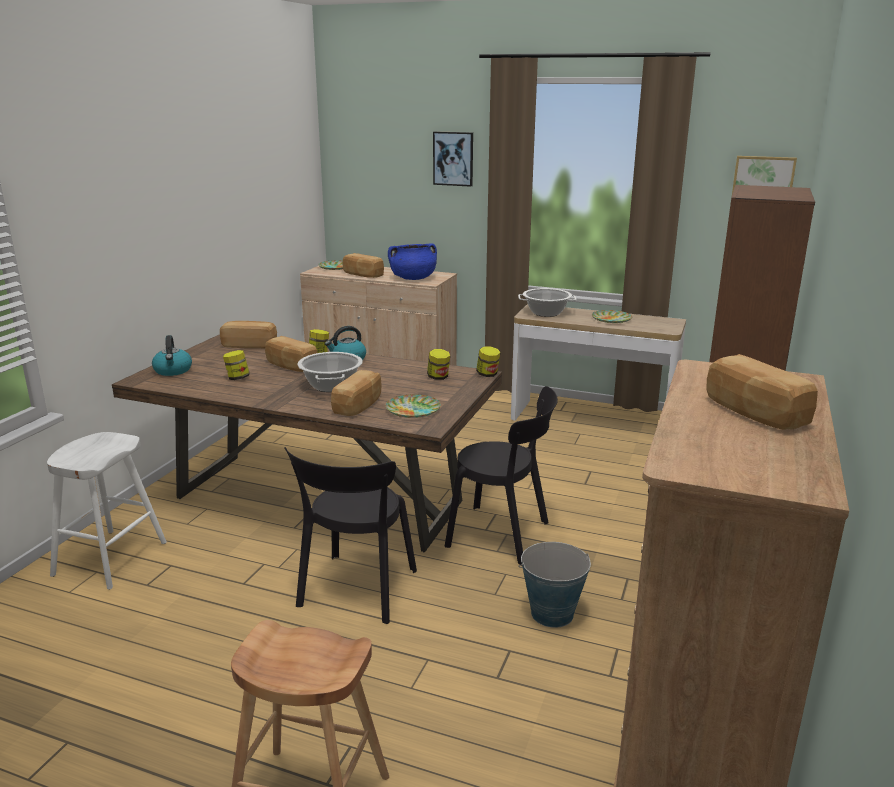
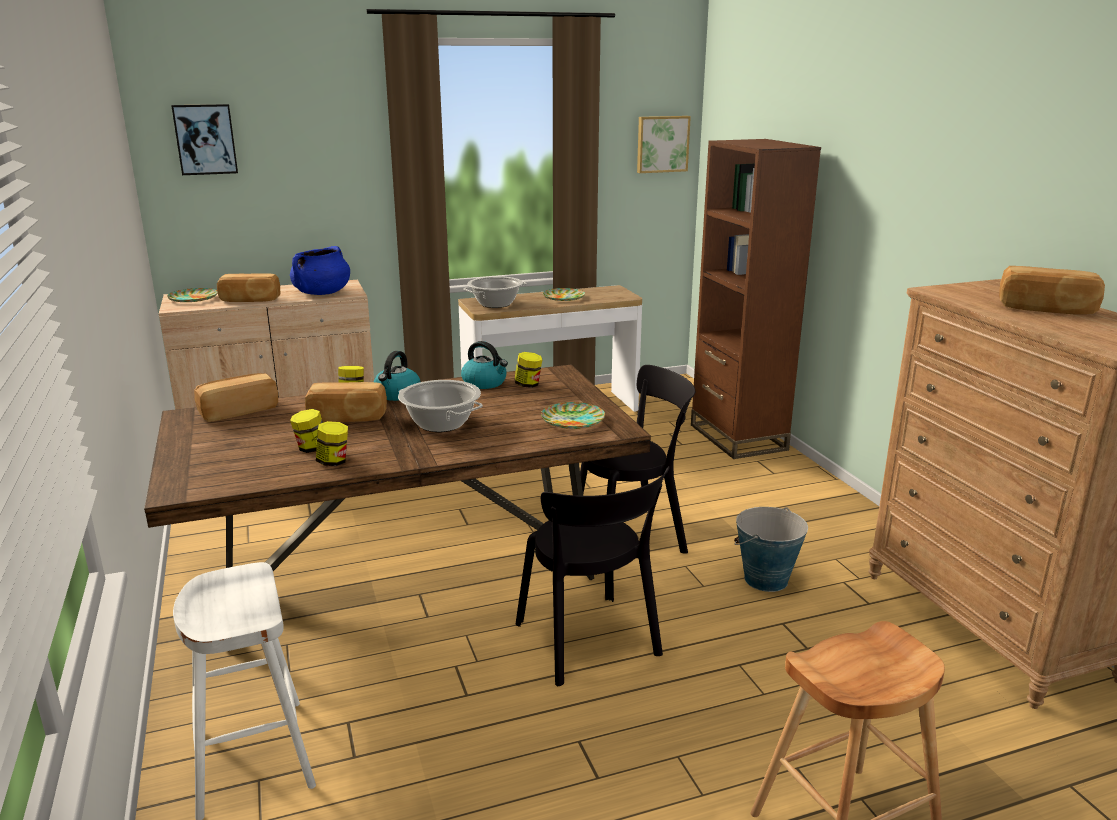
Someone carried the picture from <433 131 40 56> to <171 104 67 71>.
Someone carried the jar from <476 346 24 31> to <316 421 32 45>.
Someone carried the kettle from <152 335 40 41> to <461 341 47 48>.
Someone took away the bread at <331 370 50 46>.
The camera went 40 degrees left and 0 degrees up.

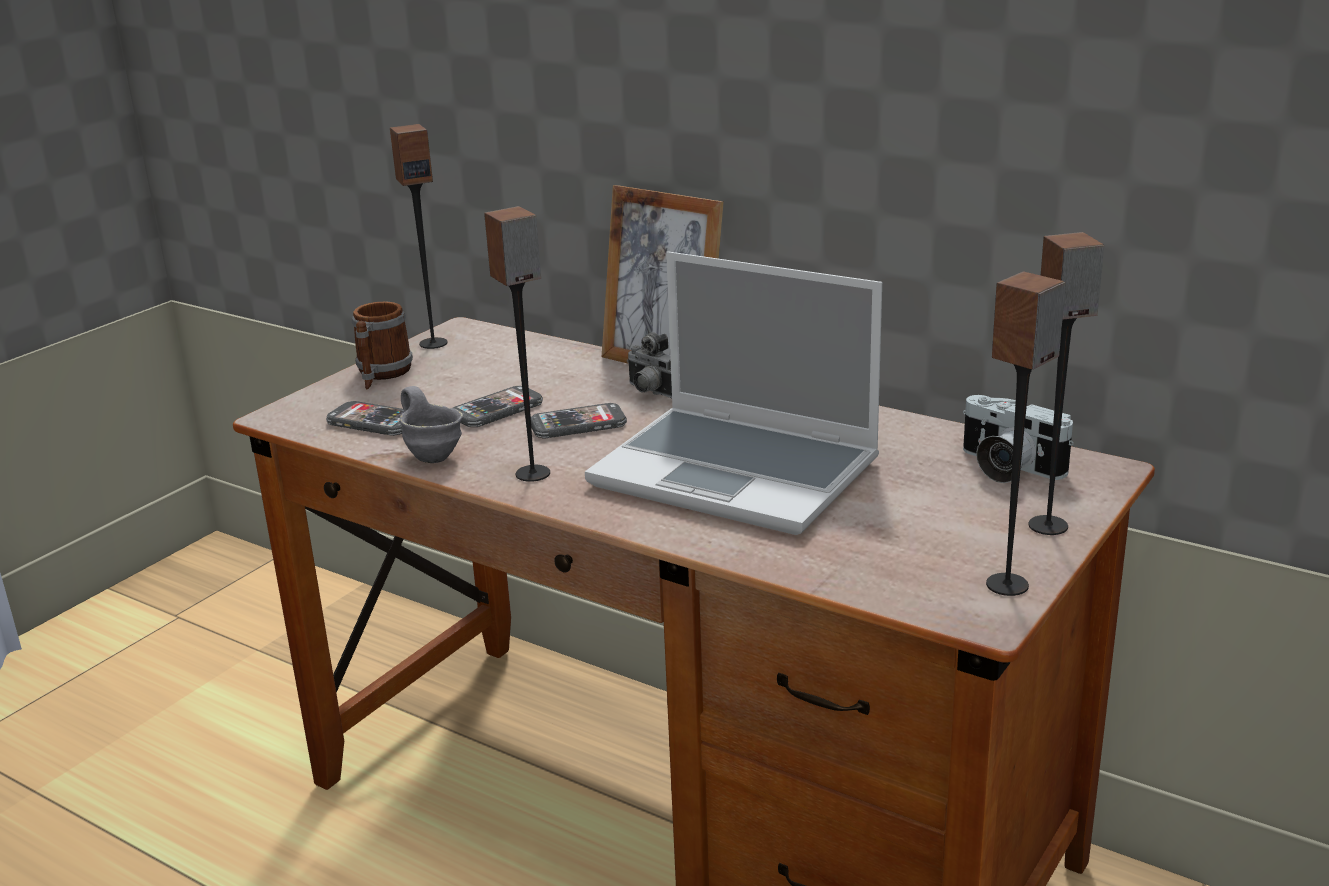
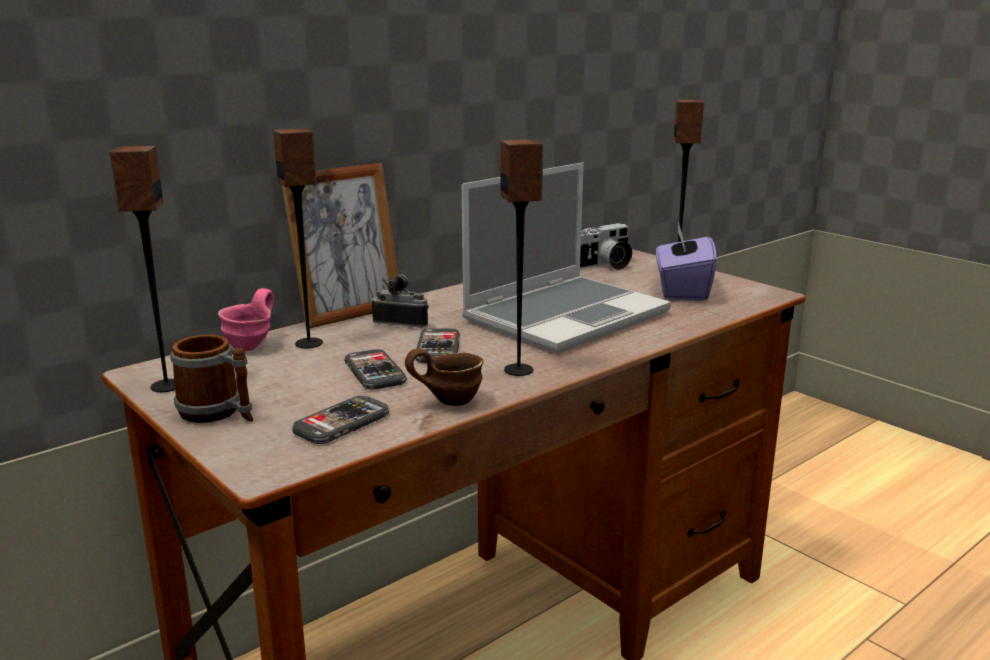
Someone put down the mug in pink at <218 288 56 63>.
Someone carried the speaker from <986 272 80 324> to <273 128 50 220>.
Someone rotated the photo camera at <627 332 45 67> by 135 degrees counterclockwise.
Someone repainted the mug in grey at <400 386 63 77>, which became the mug in brown at <405 348 78 58>.
Someone put down the tissue box in purple at <656 221 61 80>.
The camera went 75 degrees left and 5 degrees down.

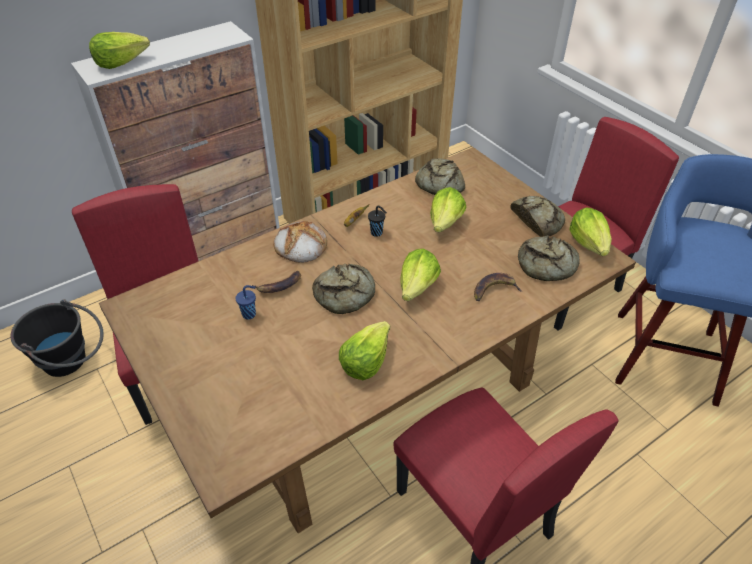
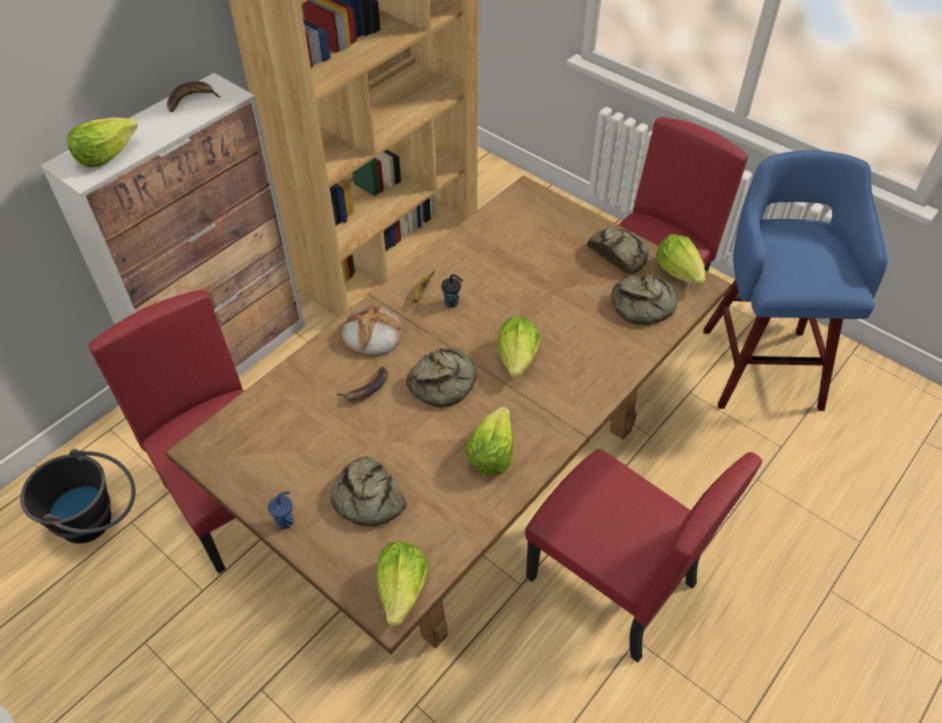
Someone carried the banana from <474 273 48 28> to <167 81 53 31>.
Someone carried the cup in blue from <235 285 21 35> to <268 491 25 38>.
Someone carried the bread from <415 158 50 37> to <331 456 76 71>.
Someone carried the lettuce from <430 187 36 45> to <377 540 52 86>.
The camera went 15 degrees left and 5 degrees up.

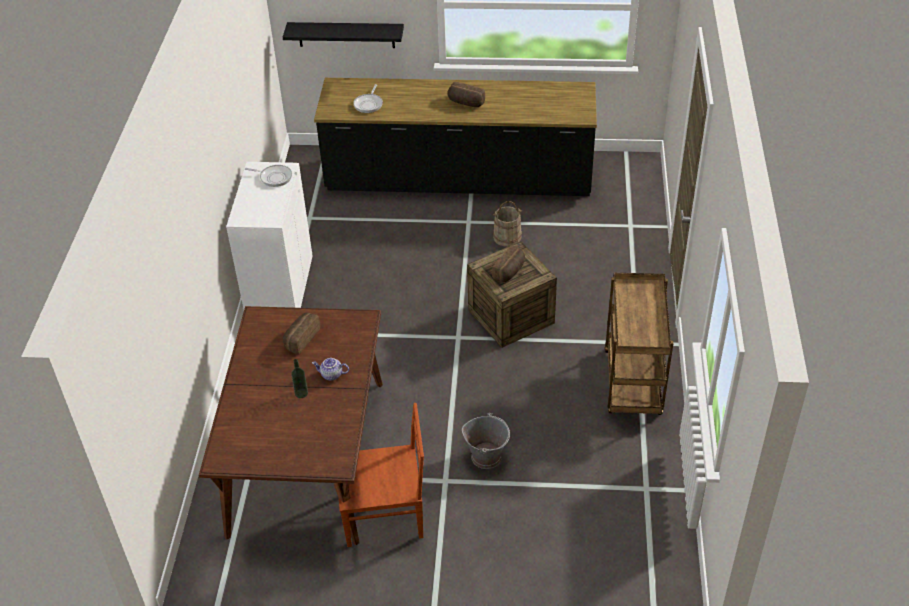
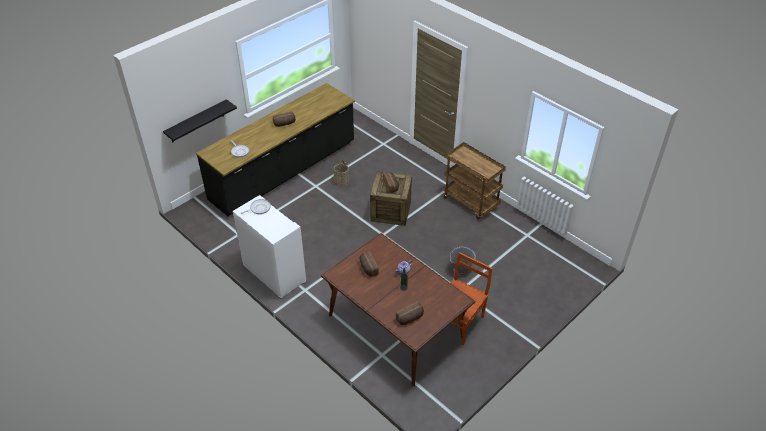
Someone put down the bread at <396 302 28 23>.
The camera went 50 degrees left and 0 degrees up.

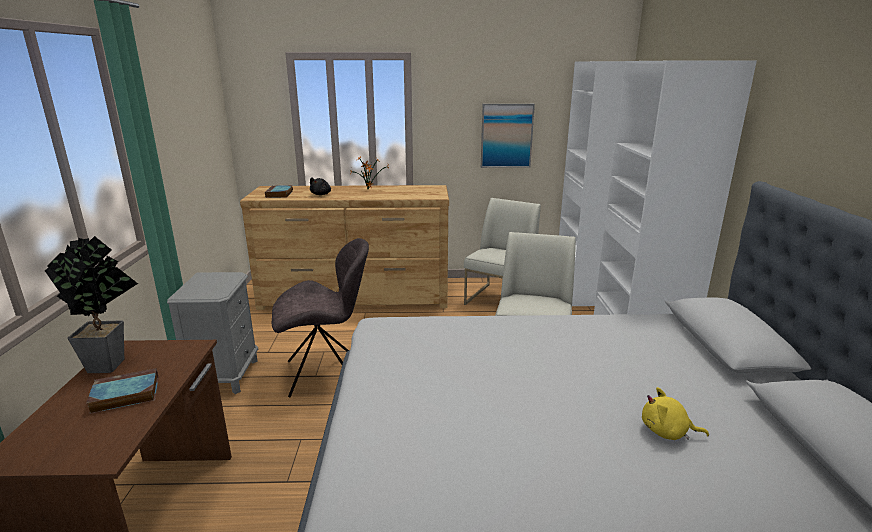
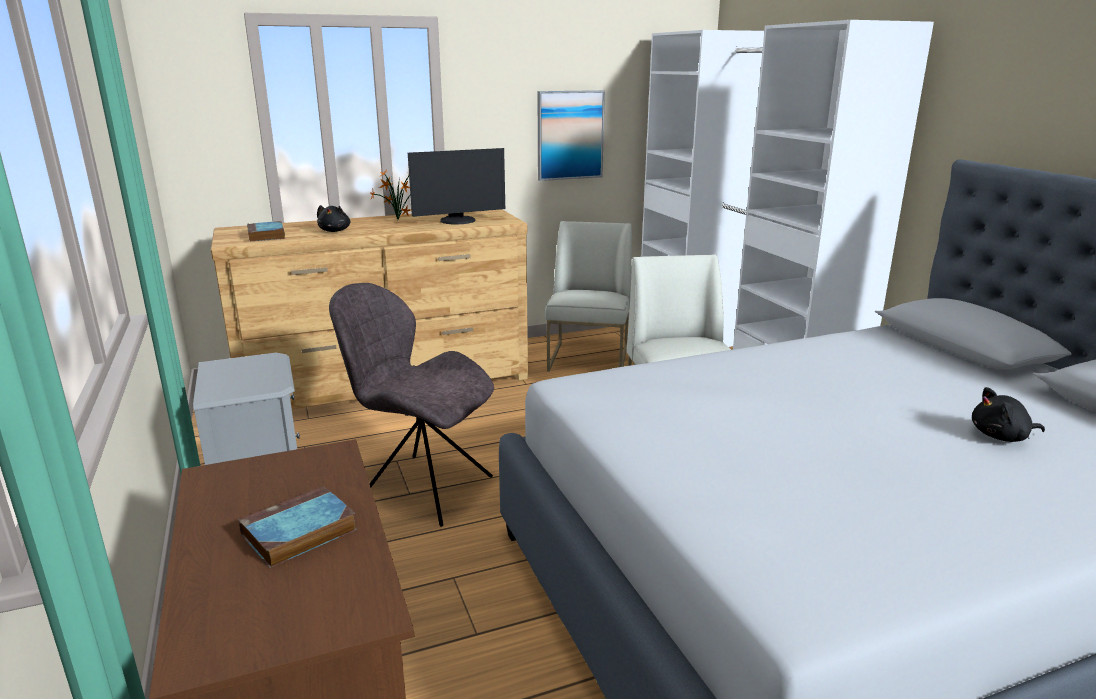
Someone rotated the chair in grey at <272 238 97 159> by 120 degrees counterclockwise.
Someone put down the monitor at <408 148 97 76>.
Someone repainted the plush toy in yellow at <642 387 67 53>, which became the plush toy in black at <972 387 73 55>.
Someone took away the potted plant at <45 236 93 137>.
The camera went 20 degrees left and 0 degrees up.

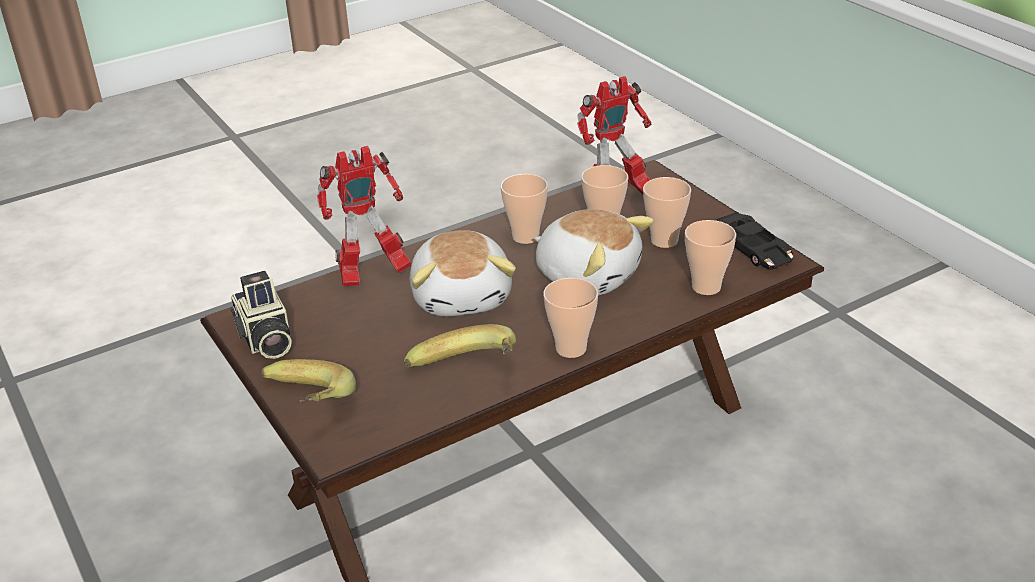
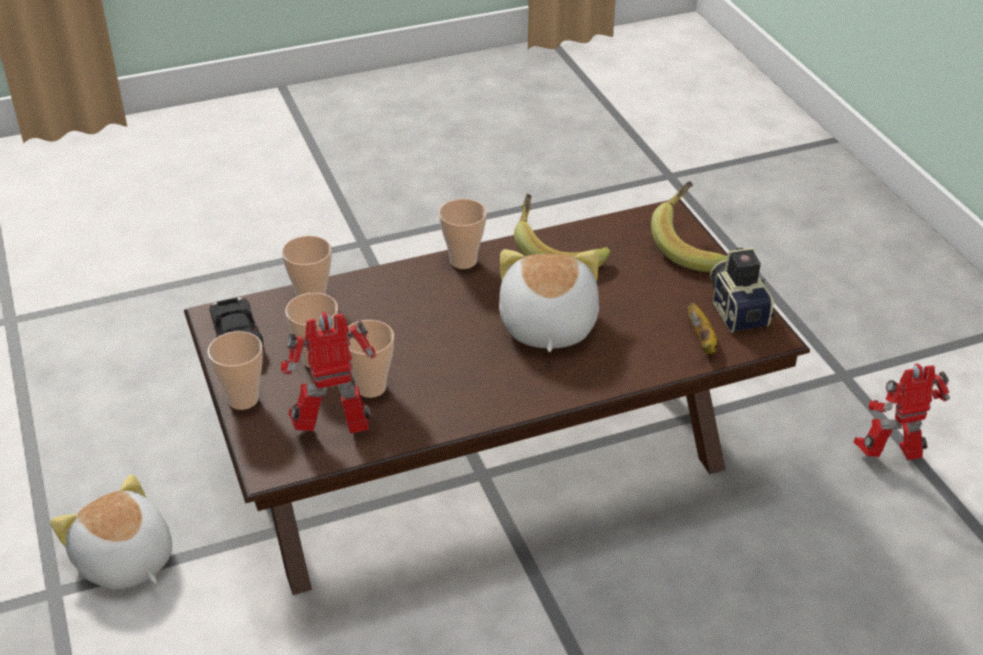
Someone carried the plush toy from <534 209 120 86> to <50 474 122 116>.
Someone carried the cup from <501 174 47 70> to <208 331 55 79>.
Someone put down the banana at <688 303 30 51>.
Someone carried the toy robot from <317 146 95 140> to <853 363 97 97>.
The camera went 170 degrees left and 5 degrees up.

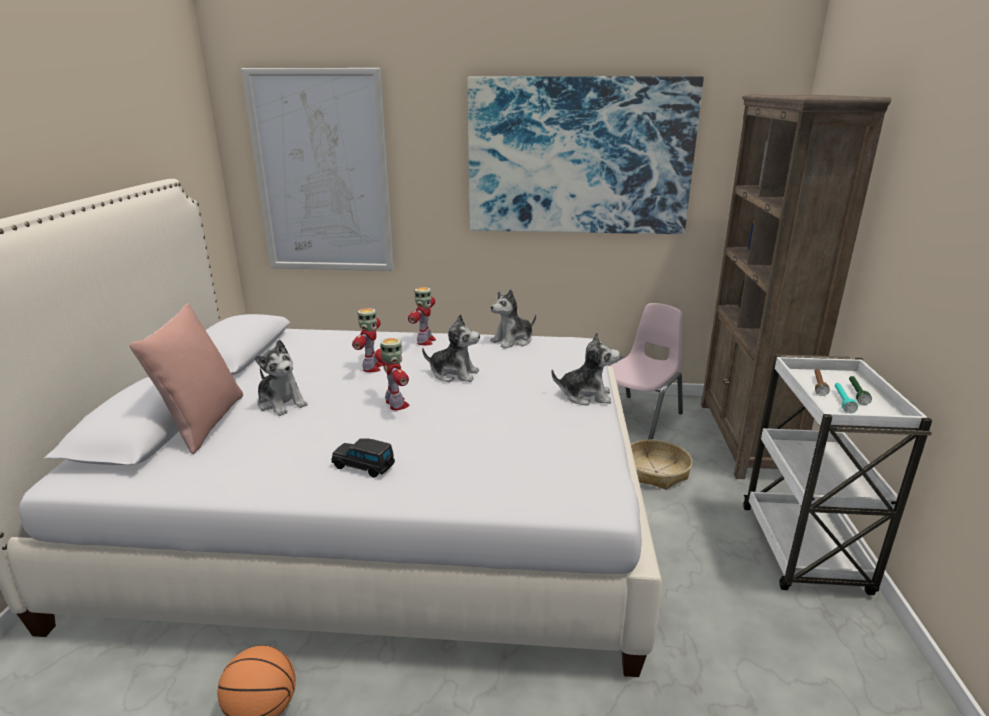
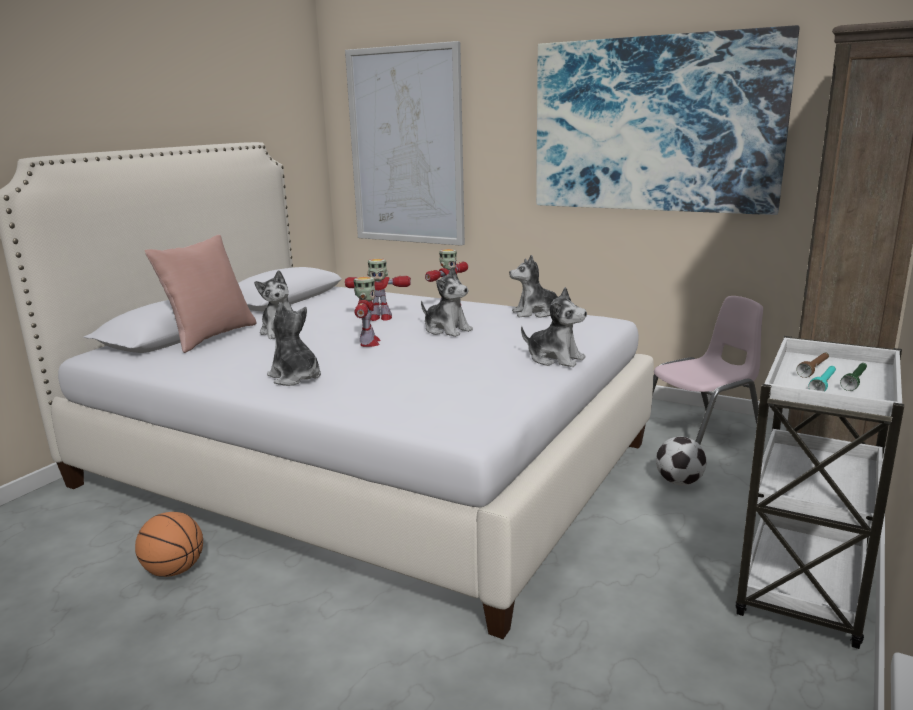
Someone swapped the toy car in black at <331 438 64 39> for the plush toy at <267 302 54 84>.
Someone rotated the toy robot at <352 308 31 64> by 60 degrees clockwise.
Someone swapped the basket at <631 439 62 51> for the football at <656 436 51 49>.
The camera went 25 degrees right and 5 degrees down.

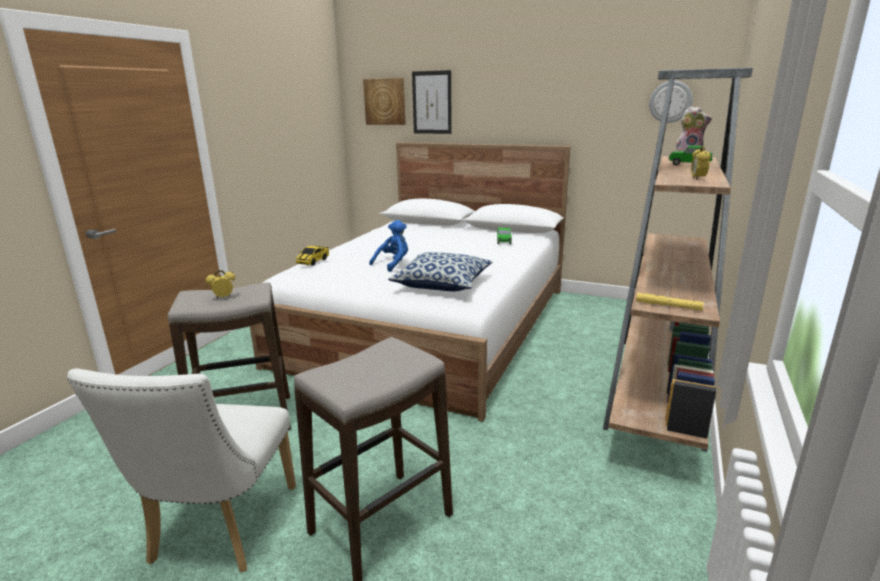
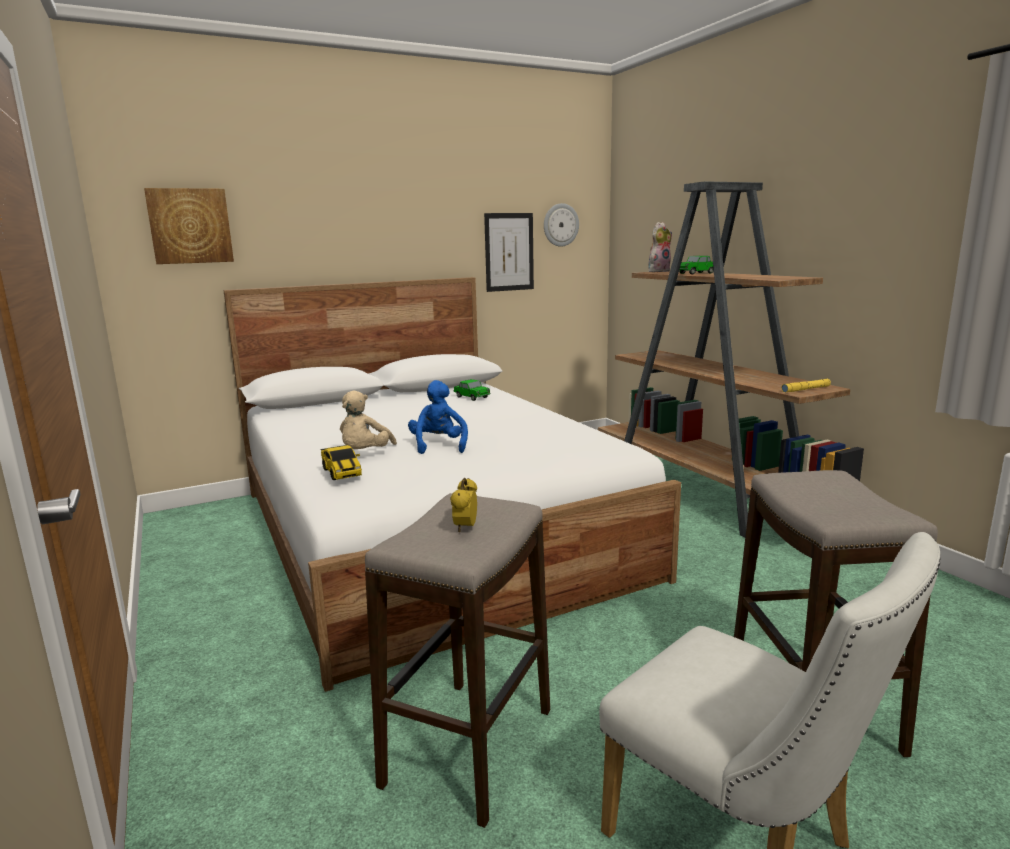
Someone put down the plush toy in beige at <340 391 57 58>.
Someone carried the picture from <412 70 40 64> to <484 213 50 79>.
Someone took away the pillow at <388 252 104 39>.
Someone took away the alarm clock at <691 146 20 34>.
The camera went 50 degrees left and 5 degrees down.

